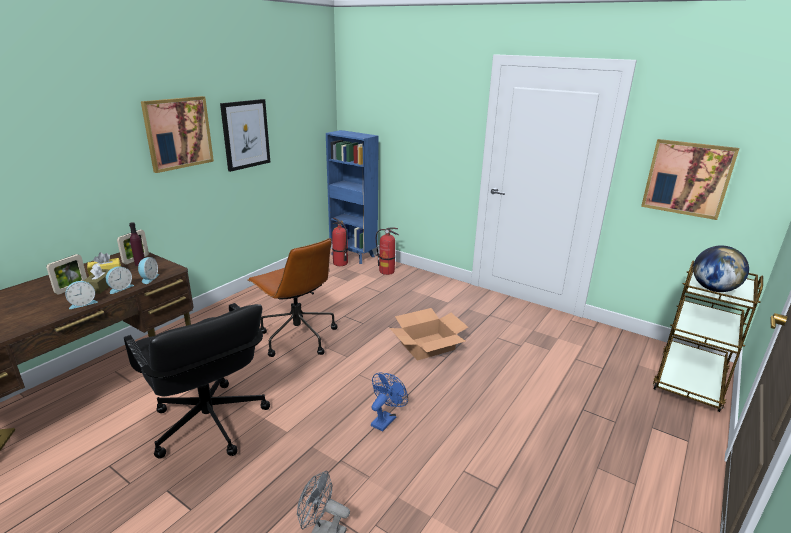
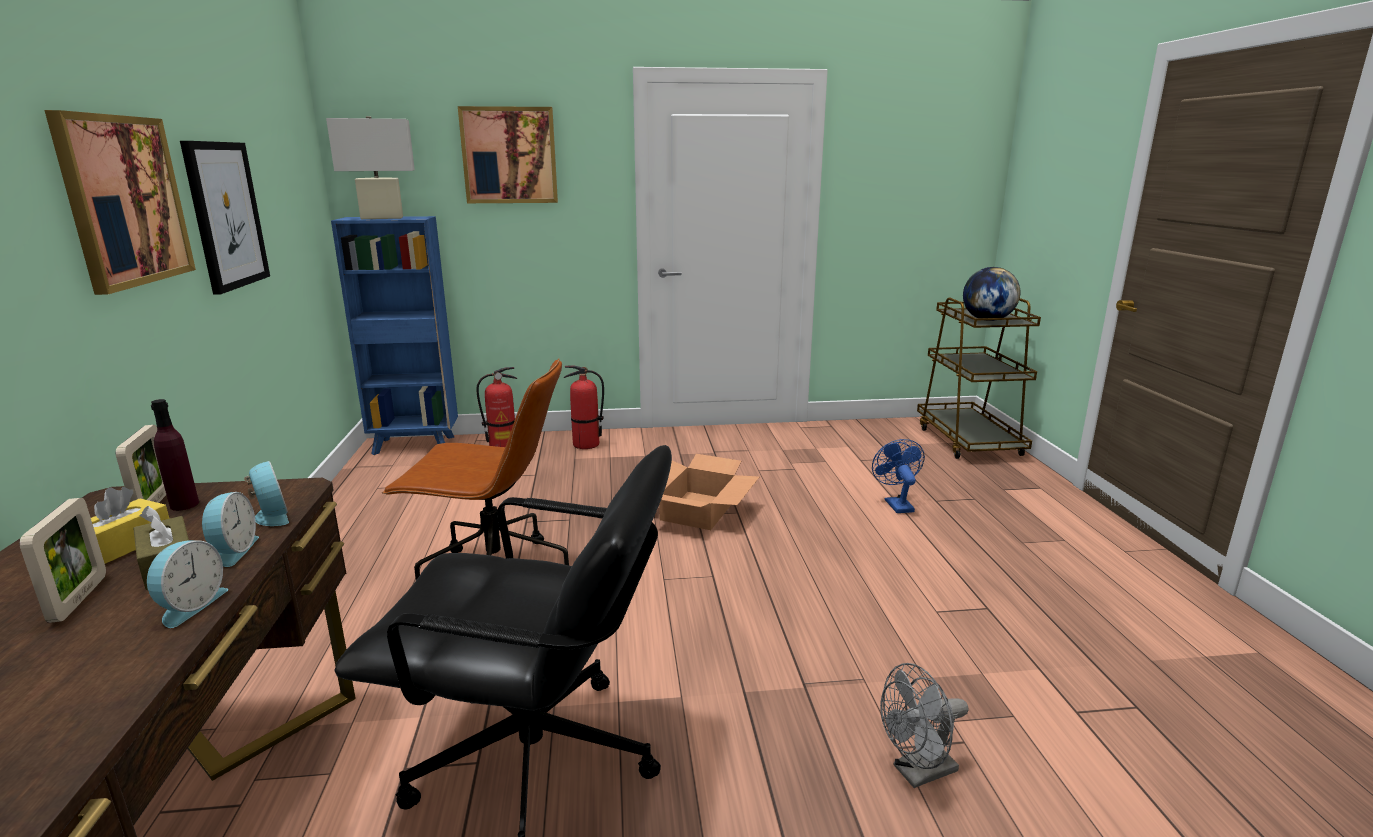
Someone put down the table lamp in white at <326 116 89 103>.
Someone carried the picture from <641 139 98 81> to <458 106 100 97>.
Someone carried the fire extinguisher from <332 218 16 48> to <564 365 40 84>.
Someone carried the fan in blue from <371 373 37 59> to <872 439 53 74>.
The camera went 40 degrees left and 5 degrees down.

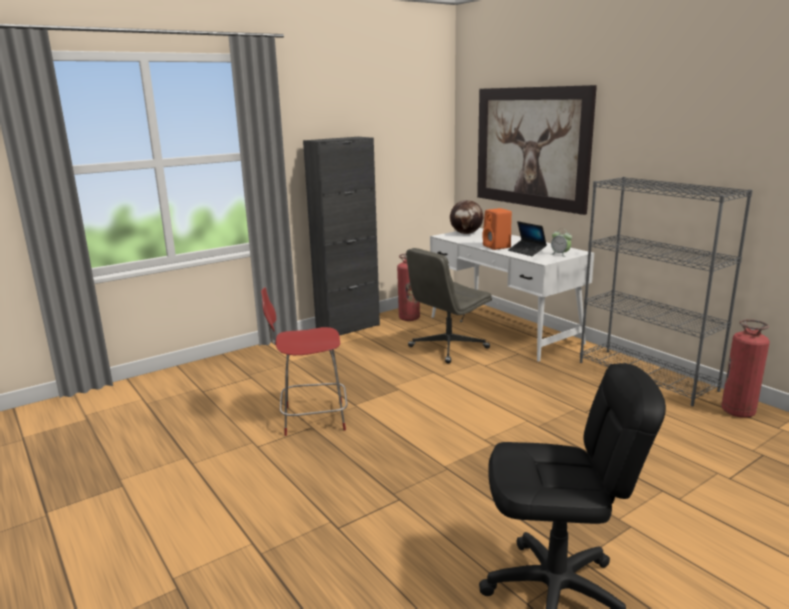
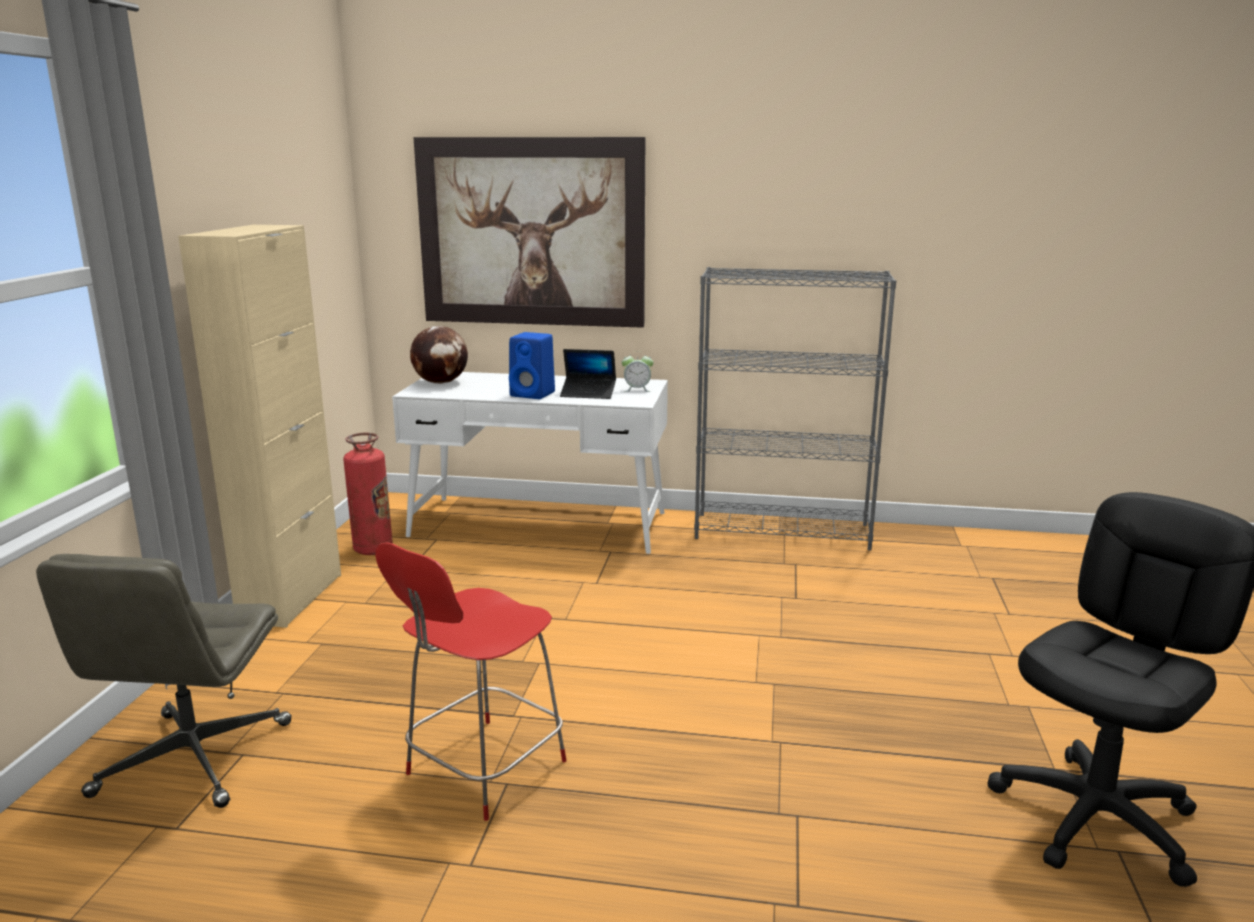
Someone carried the office chair in grey from <406 248 86 115> to <36 554 256 254>.
Someone repainted the cabinet in black at <303 137 77 199>, which became the cabinet in beige at <178 225 163 403>.
Someone repainted the speaker in orange at <482 208 30 42>, which became the speaker in blue at <509 332 46 67>.
Someone took away the fire extinguisher at <721 319 49 99>.
The camera went 45 degrees left and 0 degrees up.

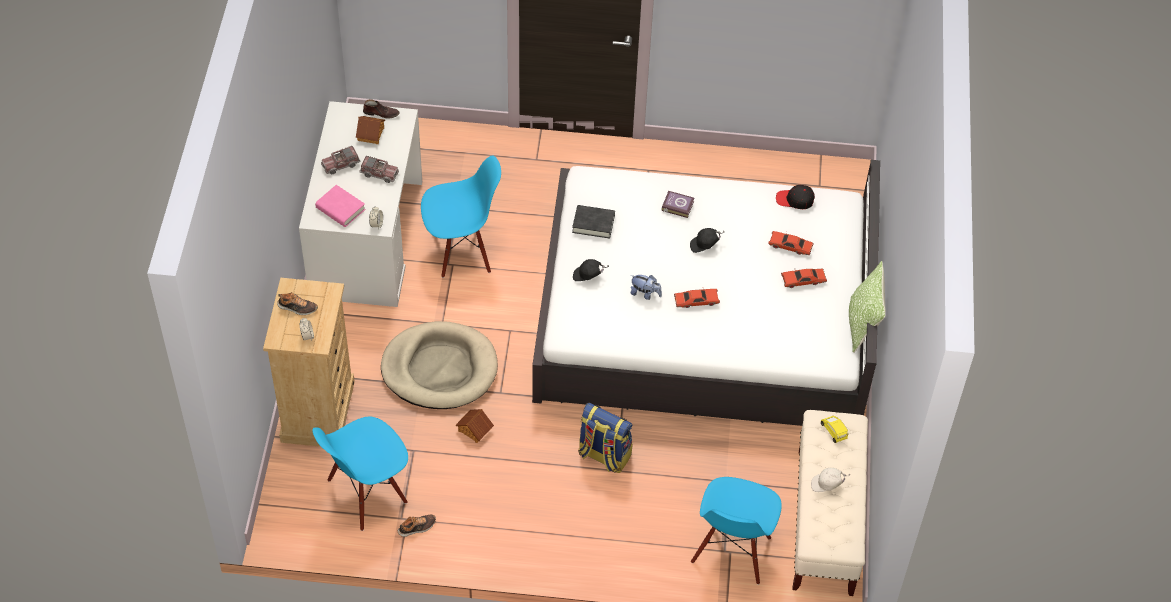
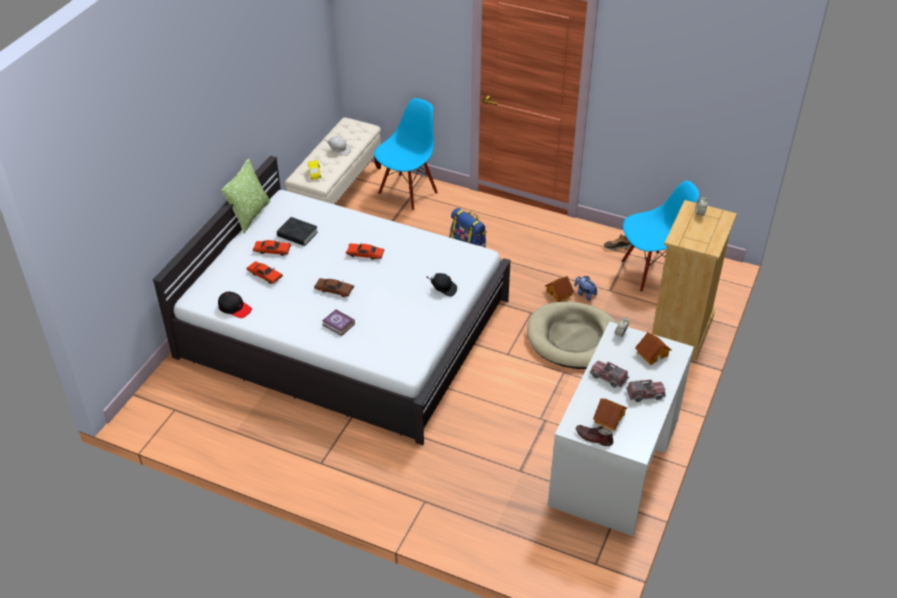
Someone carried the book in black from <572 205 43 34> to <277 217 41 29>.
Someone swapped the cap in black at <690 228 35 25> for the toy car in brown at <314 278 40 19>.
Someone carried the plush toy from <630 275 32 25> to <574 276 24 25>.
Someone swapped the book in pink at <315 185 50 42> for the toy house at <635 332 37 33>.
Someone took away the shoe at <277 292 41 23>.
Someone took away the chair in blue at <421 156 80 122>.
The camera went 160 degrees left and 10 degrees down.

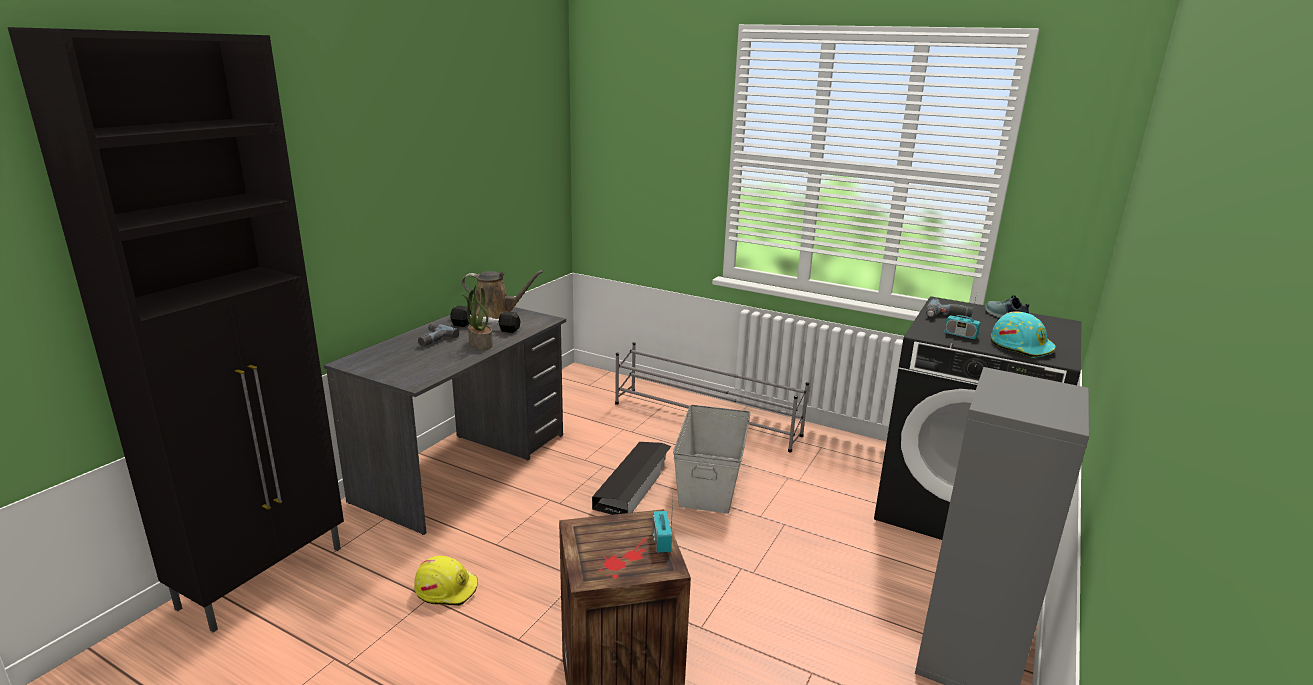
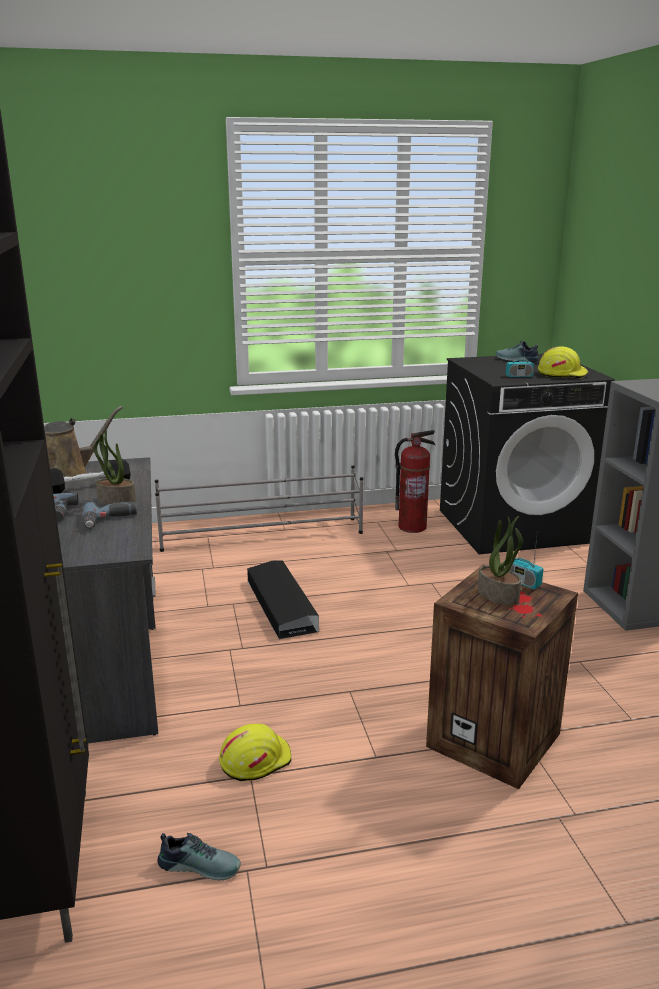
Someone carried the power drill from <926 299 47 19> to <82 501 55 28>.
Someone put down the shoe at <157 833 84 48>.
Someone put down the fire extinguisher at <395 430 40 103>.
Someone put down the potted plant at <478 516 45 89>.
Someone repainted the hard hat in turquoise at <991 311 65 47>, which became the hard hat in yellow at <538 346 50 33>.
Someone took away the storage box in grey at <673 405 78 109>.
The camera went 40 degrees left and 0 degrees up.

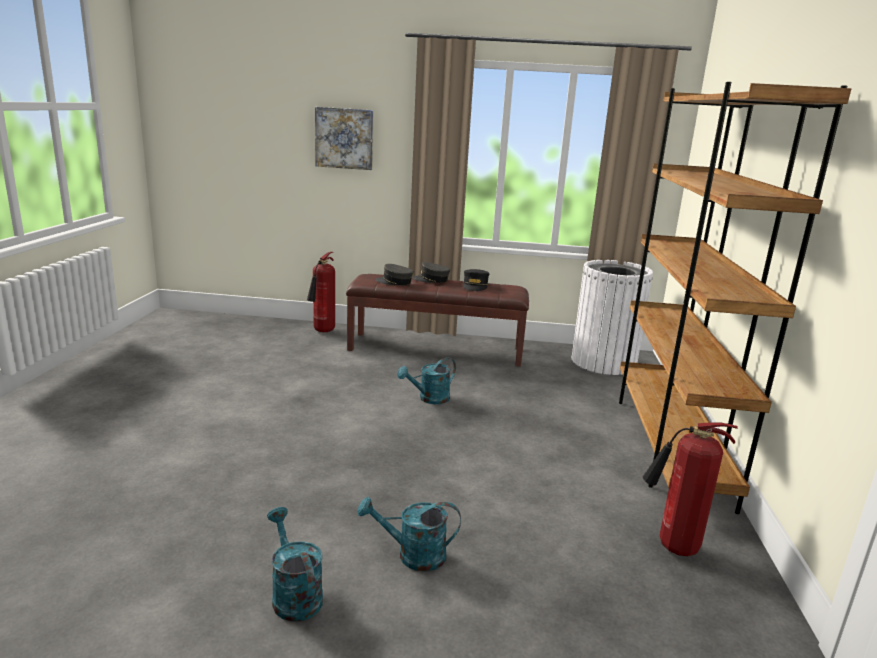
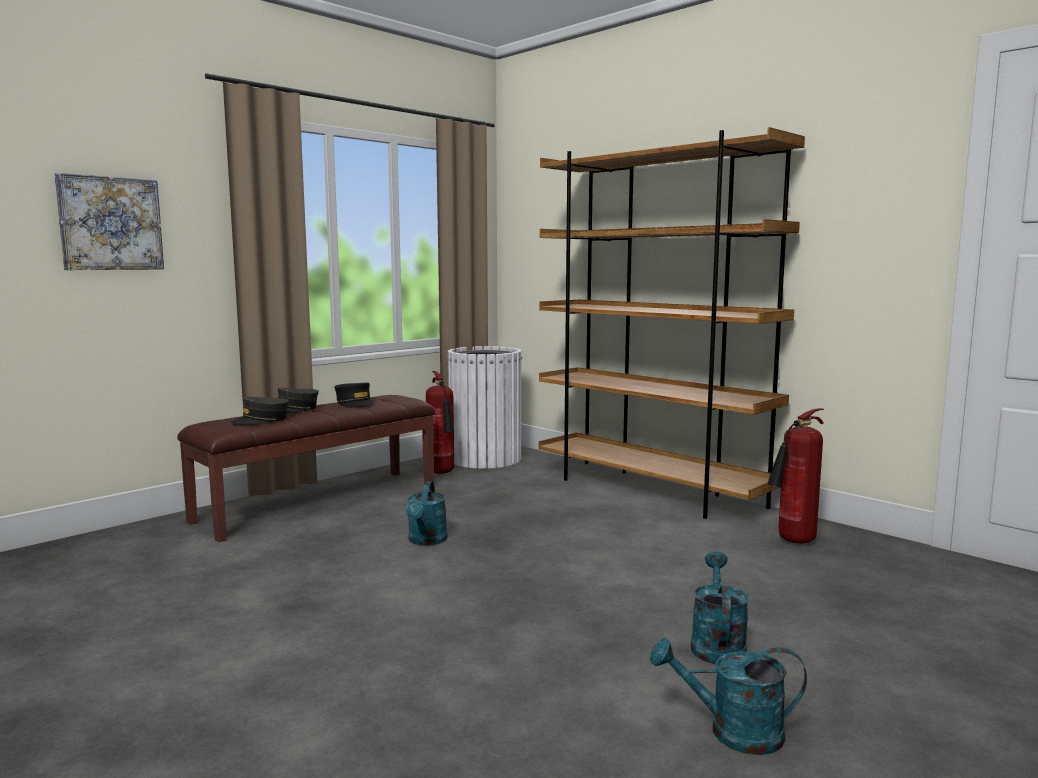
Someone carried the fire extinguisher from <307 252 28 80> to <426 371 28 103>.
Someone rotated the watering can in turquoise at <357 497 104 74> by 150 degrees clockwise.
The camera went 50 degrees left and 10 degrees down.

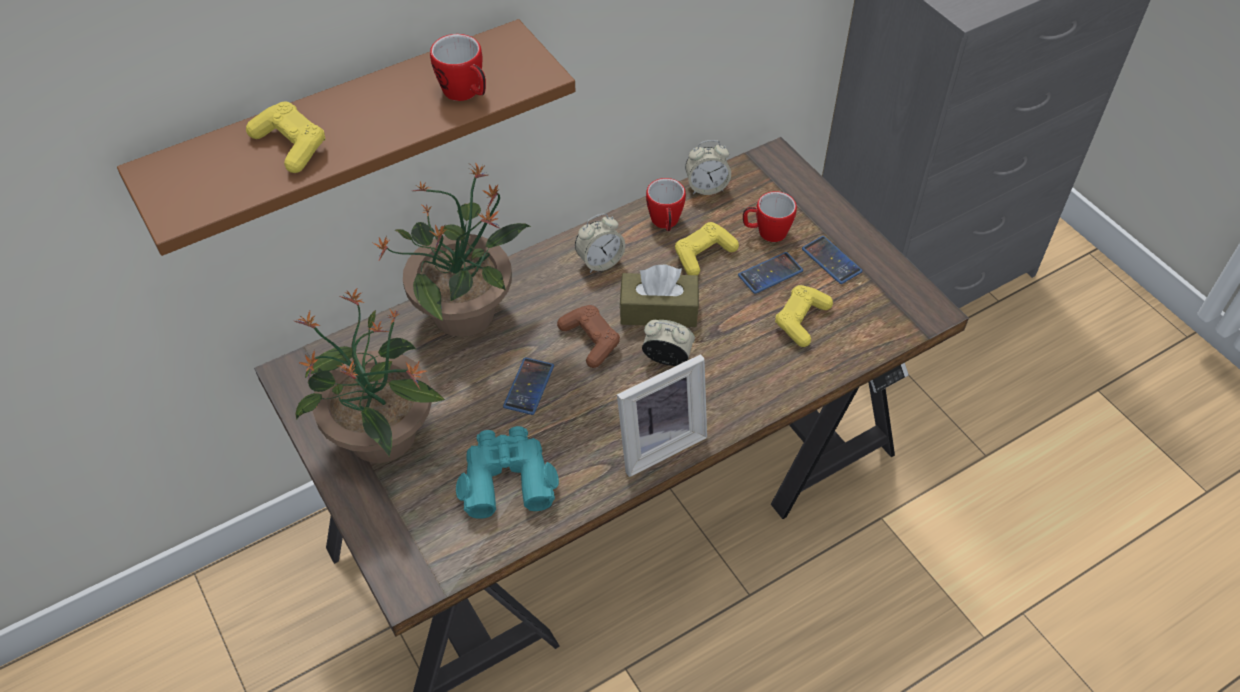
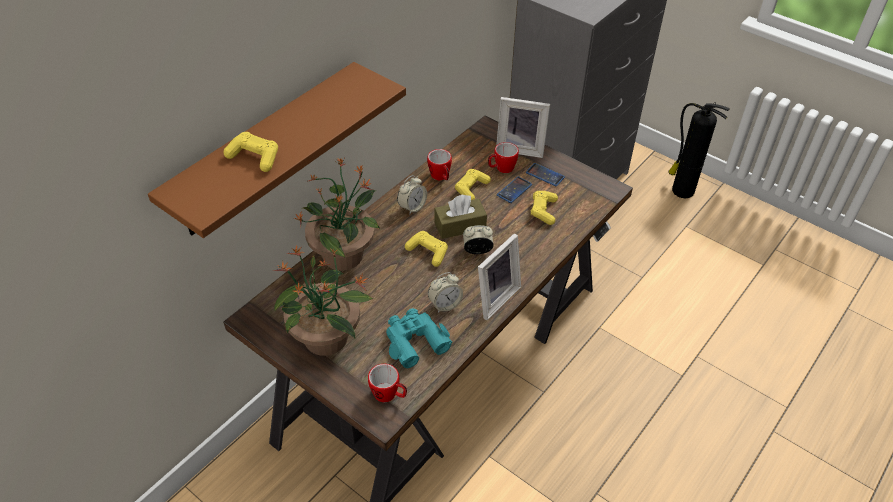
Someone carried the mug from <430 34 56 67> to <368 364 39 38>.
Someone repainted the game controller in brown at <557 305 63 63>, which became the game controller in yellow at <405 231 43 36>.
Someone carried the alarm clock from <685 140 46 55> to <428 272 35 40>.
Someone put down the picture frame at <496 97 54 61>.
Someone put down the fire extinguisher at <668 102 62 96>.
Someone took away the phone at <503 357 51 58>.
The camera went 20 degrees left and 5 degrees down.

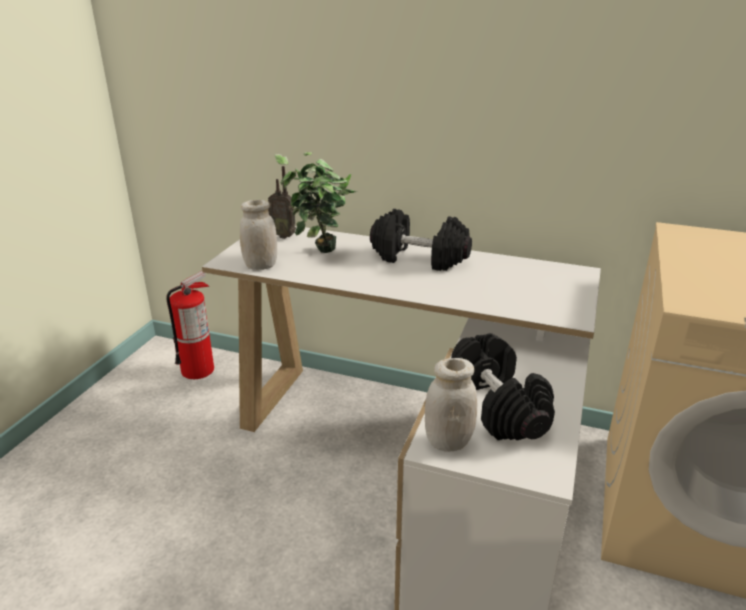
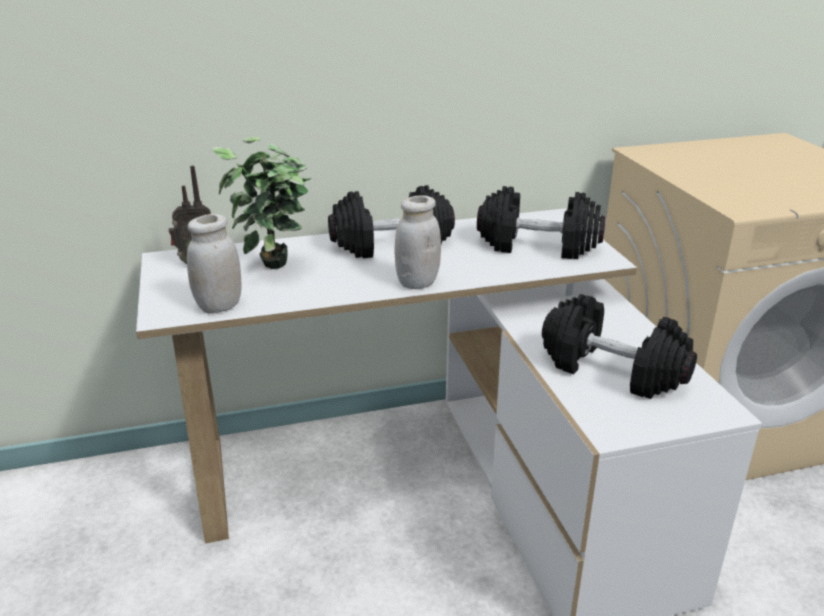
Someone carried the jar in white from <425 358 52 94> to <394 195 47 94>.
Someone put down the dumbbell in black at <477 186 129 73>.
Someone took away the fire extinguisher at <166 271 48 108>.
The camera went 35 degrees left and 0 degrees up.

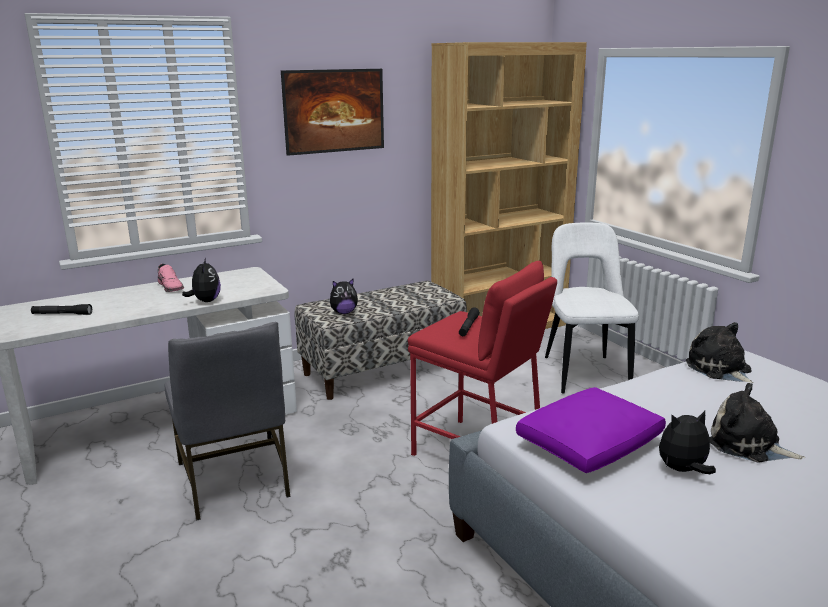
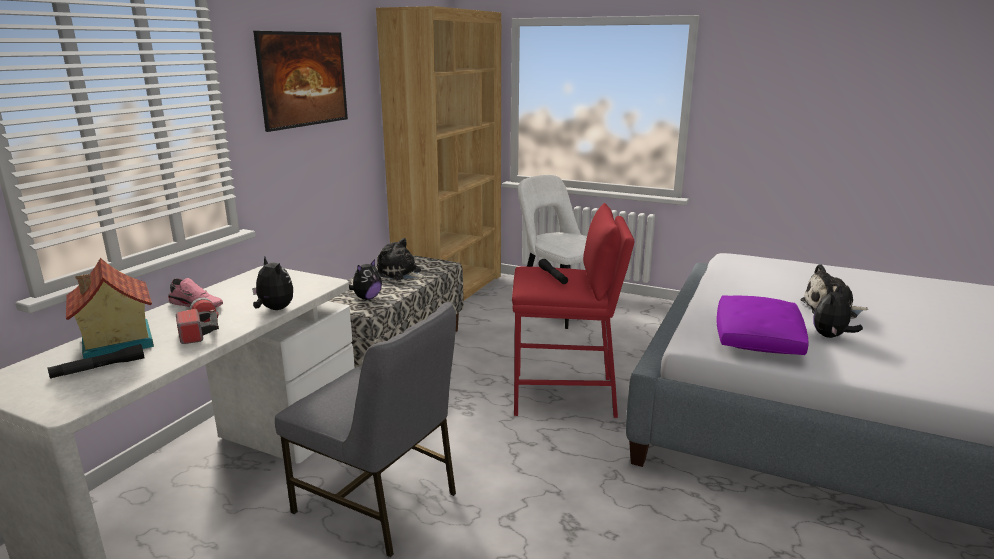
Someone put down the toy house at <66 258 88 101>.
Someone put down the flashlight at <176 297 43 47>.
Someone carried the plush toy from <686 322 67 61> to <377 238 49 42>.
The camera went 35 degrees left and 0 degrees up.

